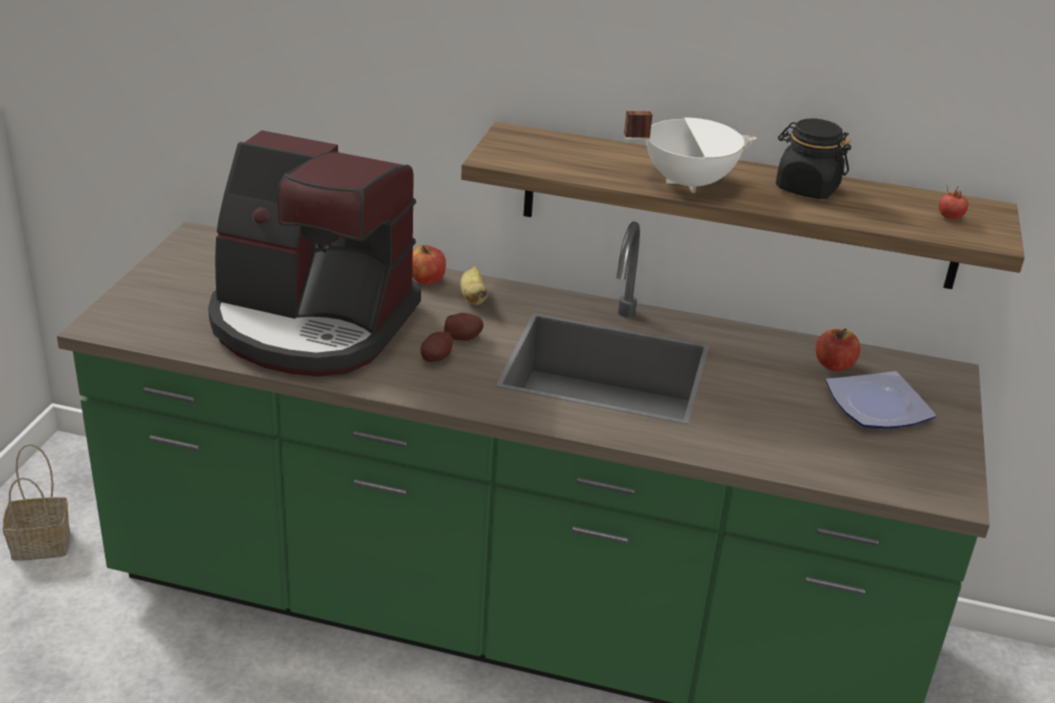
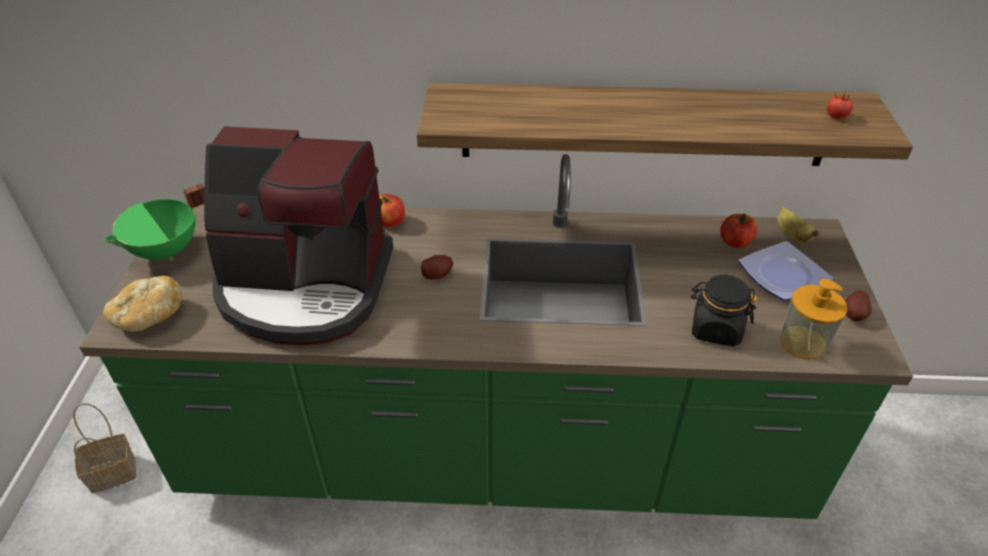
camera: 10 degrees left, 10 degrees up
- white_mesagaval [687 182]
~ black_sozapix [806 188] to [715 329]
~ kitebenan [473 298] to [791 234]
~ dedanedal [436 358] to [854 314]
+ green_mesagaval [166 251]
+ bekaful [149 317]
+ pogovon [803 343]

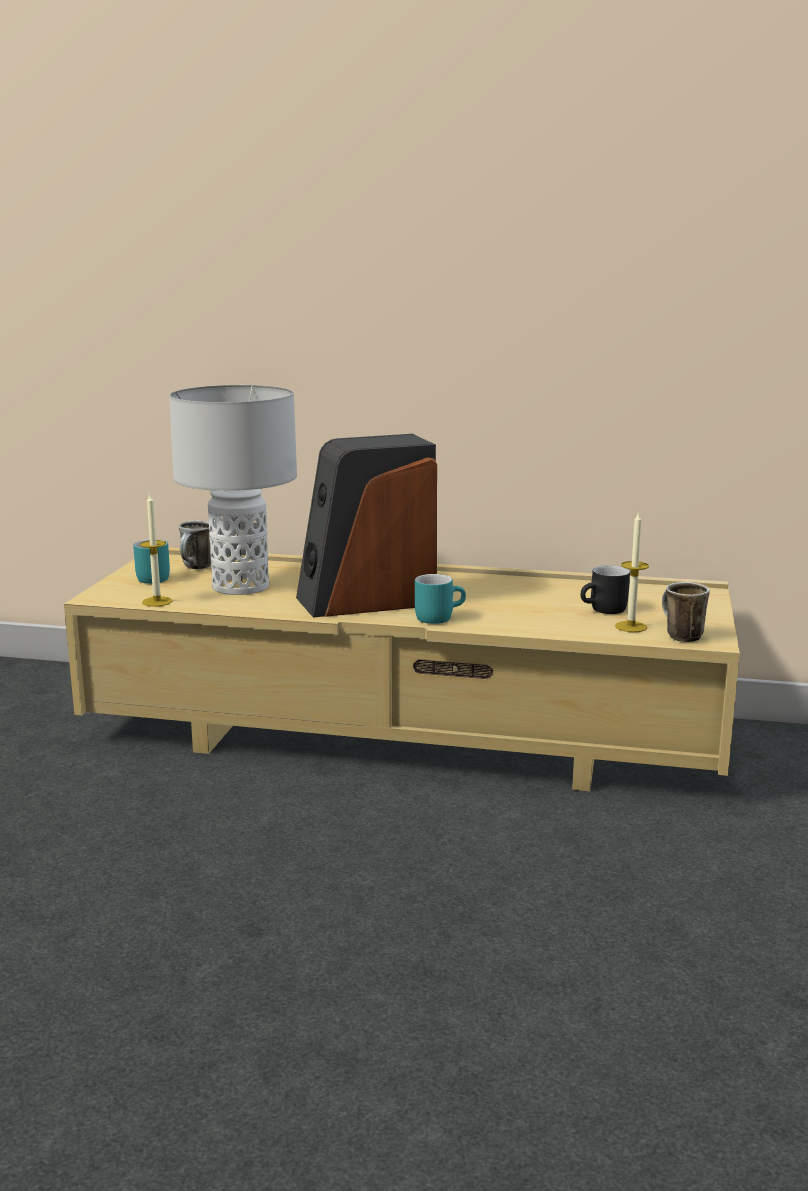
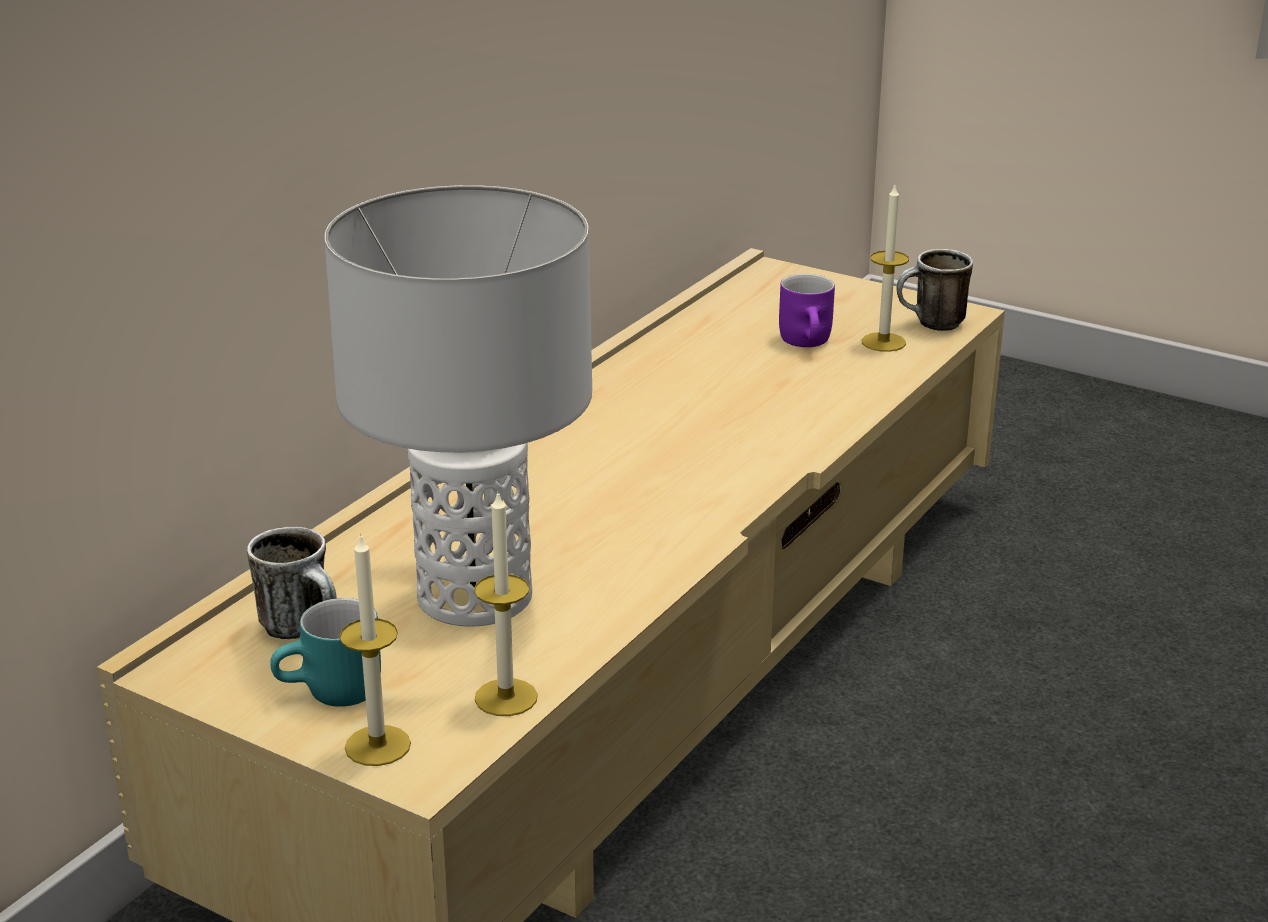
camera: 70 degrees left, 10 degrees up
- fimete [366 600]
~ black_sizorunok [605 611] to purple_sizorunok [810 342]
- turquoise_sizorunok [438 617]
+ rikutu [377 745]

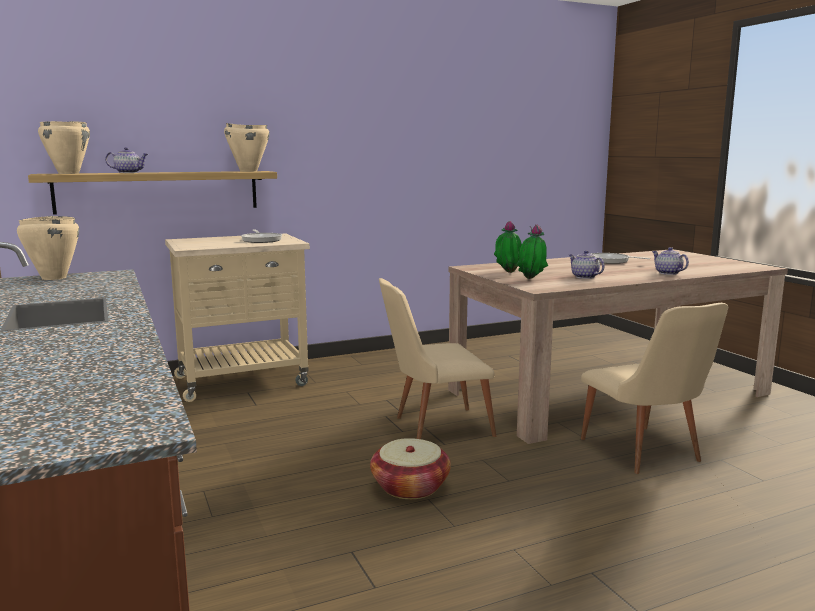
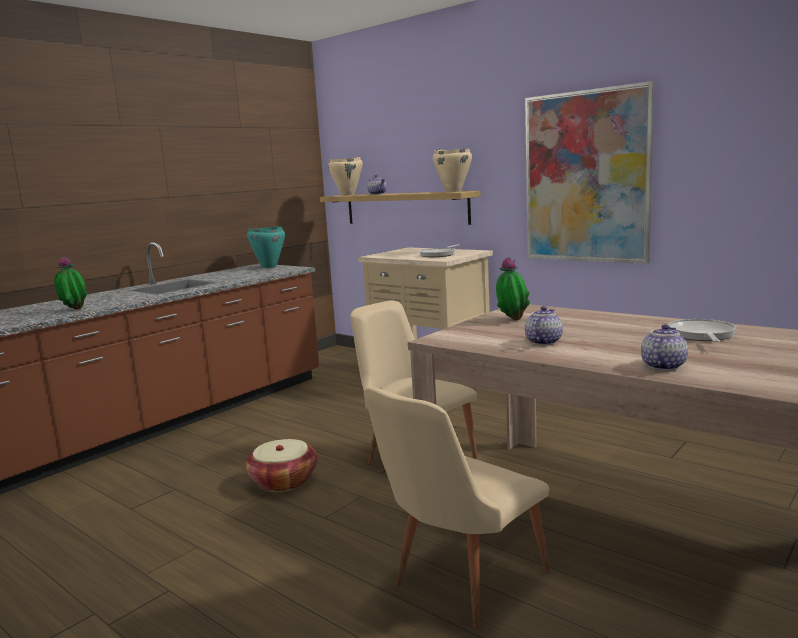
camera: 65 degrees right, 0 degrees up
~ beige_mesagaval [53 278] to turquoise_mesagaval [268 267]
~ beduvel [531 279] to [74 310]
+ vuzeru [586 177]

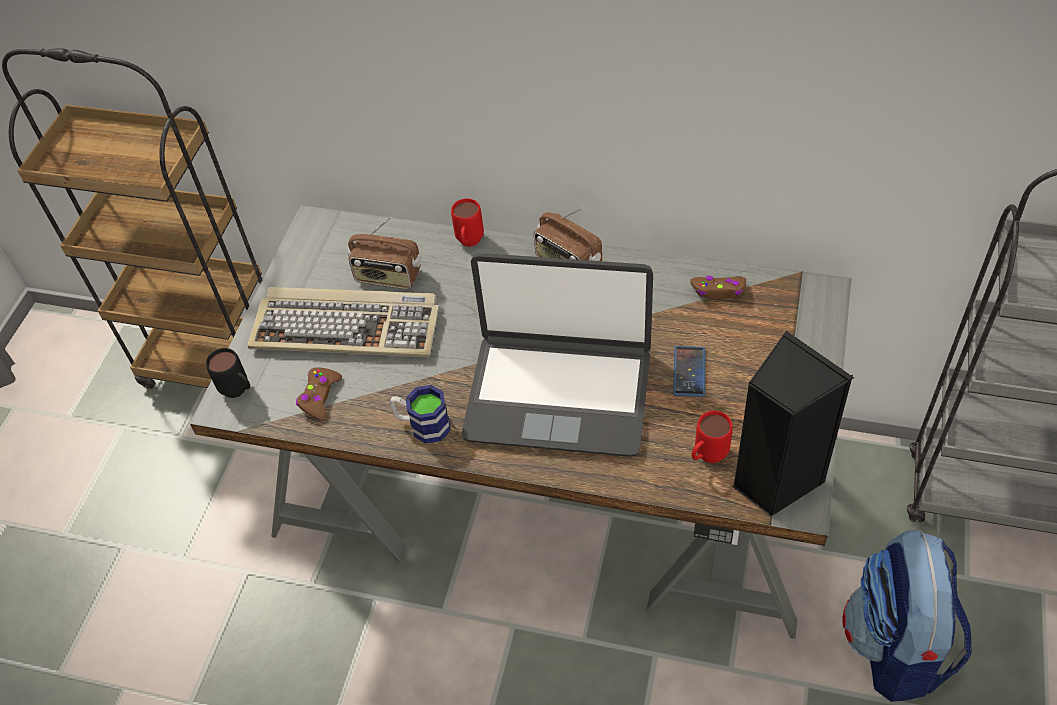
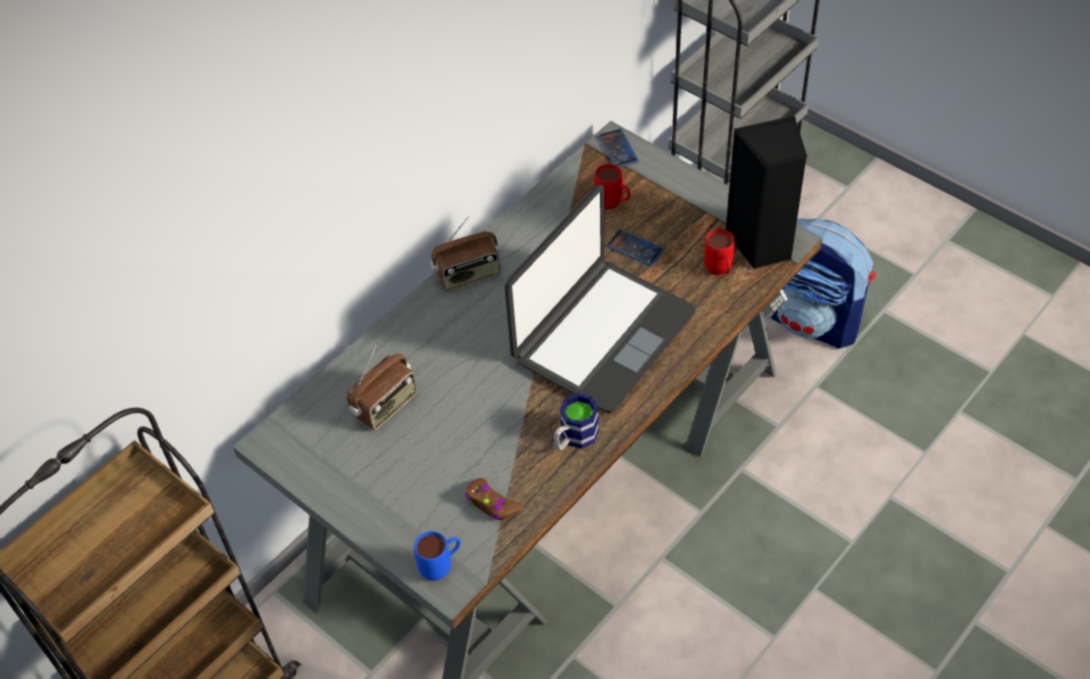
camera: 65 degrees left, 0 degrees up
~ red_sizorunok [469 244] to [613 204]
- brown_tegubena [718 290]
- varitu [348 326]
~ black_sizorunok [239 392] to blue_sizorunok [442 567]
+ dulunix [618 149]

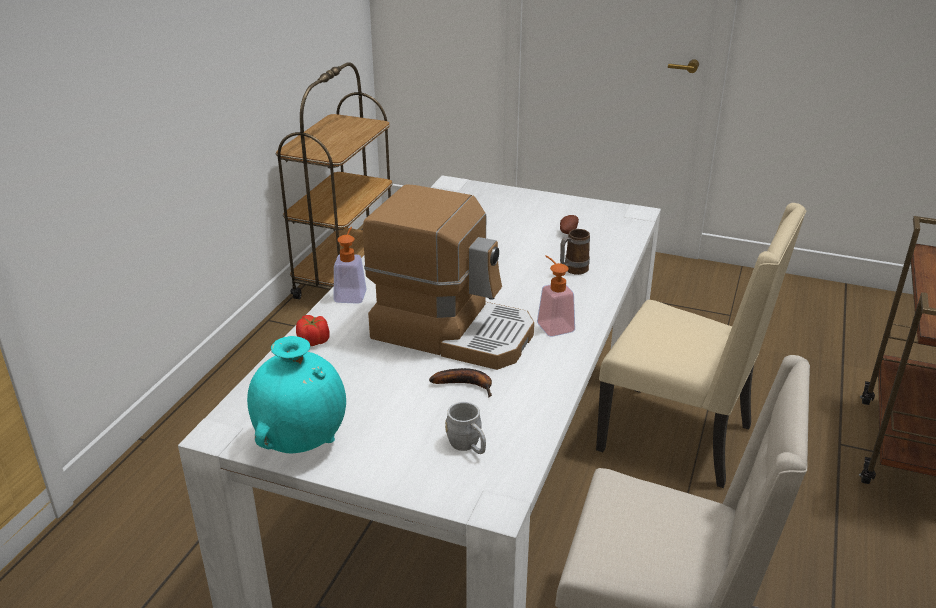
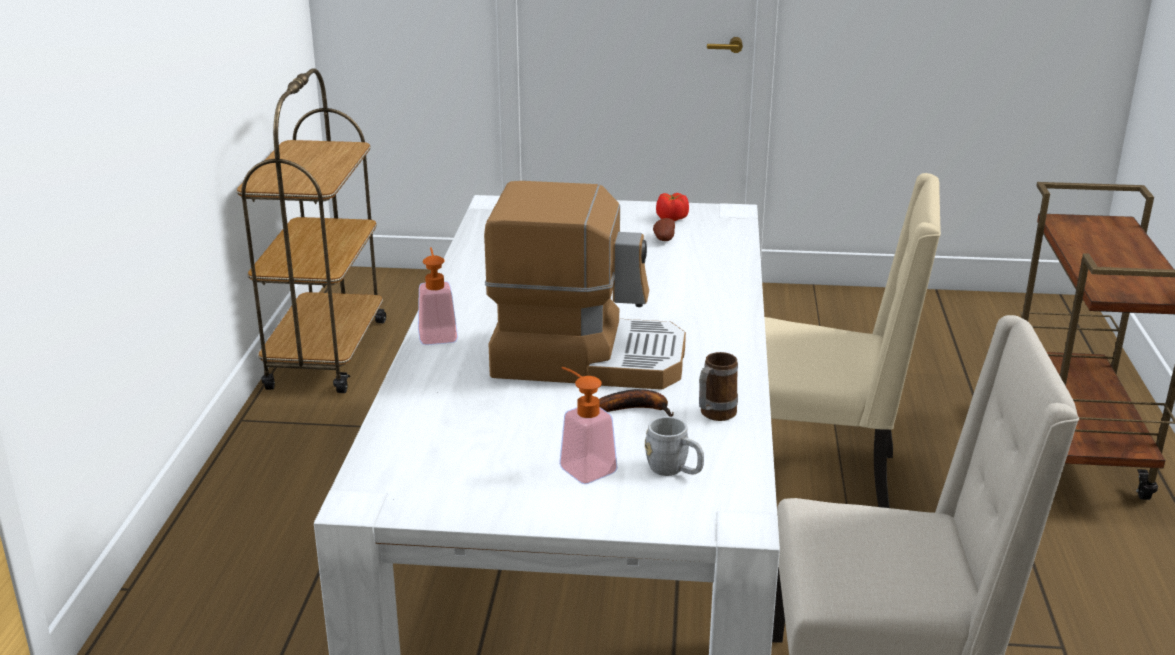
camera: 15 degrees left, 5 degrees down
~ sizorunok [572 270] to [714 415]
~ pogovon [552 324] to [582 466]
~ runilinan [314 341] to [672 218]
- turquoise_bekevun [302 442]

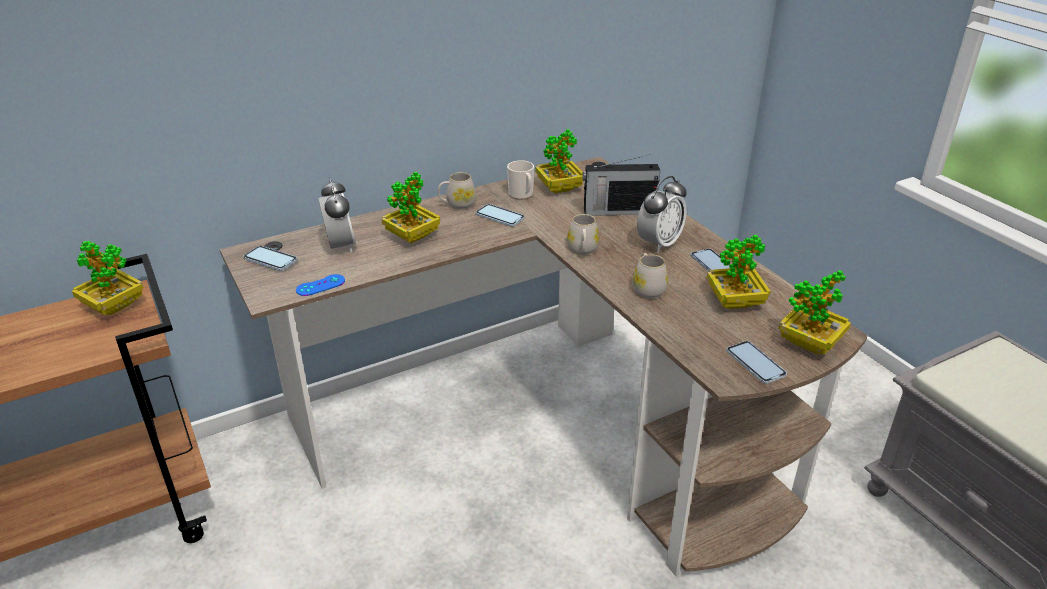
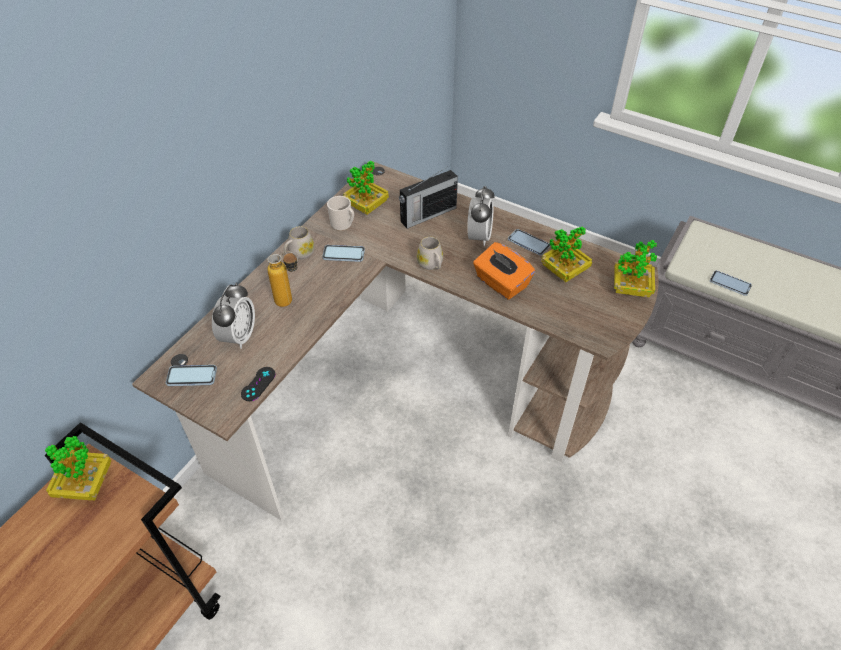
camera: 30 degrees left, 15 degrees up
~ beduvel [412 236] to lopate [290 302]
~ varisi [340 246] = [239 336] 60 degrees clockwise
~ white_sizorunok [647 288] to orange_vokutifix [501 283]
~ blue_tegubena [320 285] to black_tegubena [258 384]
~ dulunix [755 363] to [730 284]

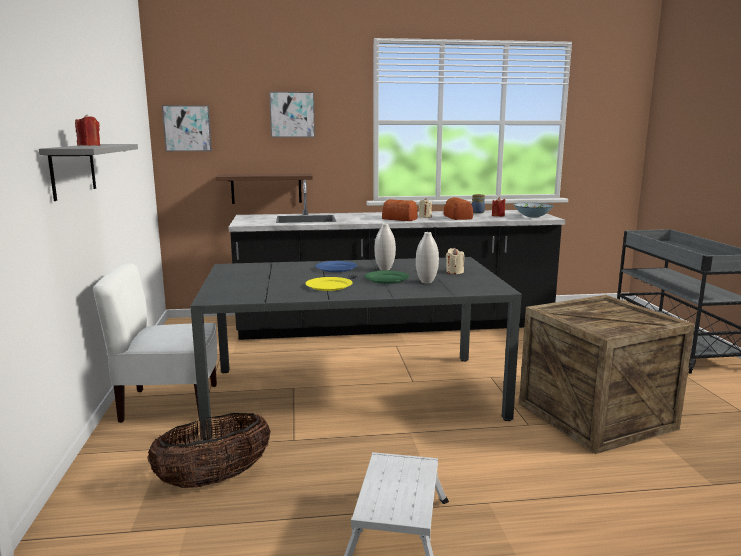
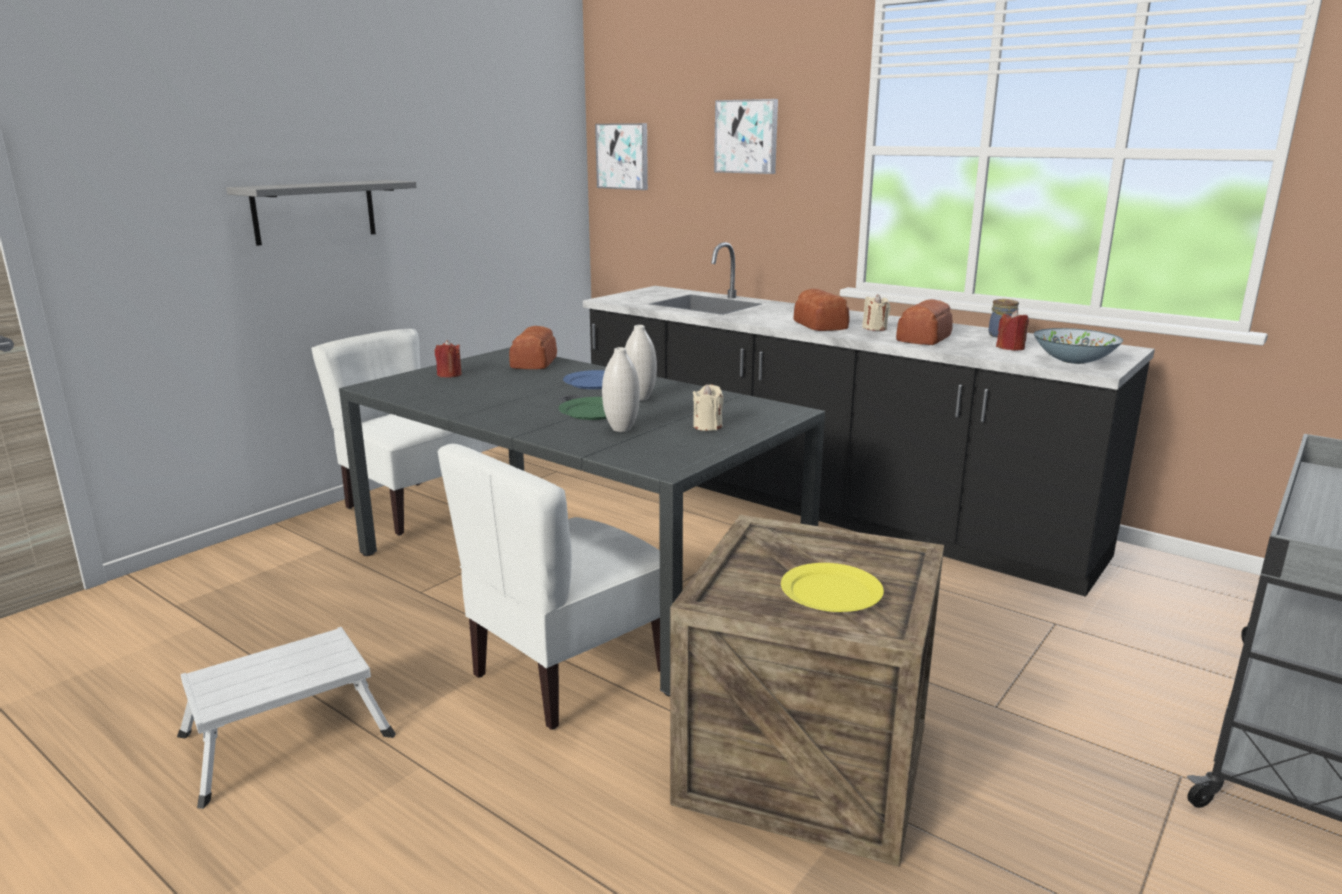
camera: 45 degrees right, 5 degrees up
~ red_rikutu [89 145] to [449 374]
- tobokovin [266 188]
~ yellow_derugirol [329 286] to [832 592]
- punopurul [214 479]
+ bekaful [535 362]
+ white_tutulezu [568 673]

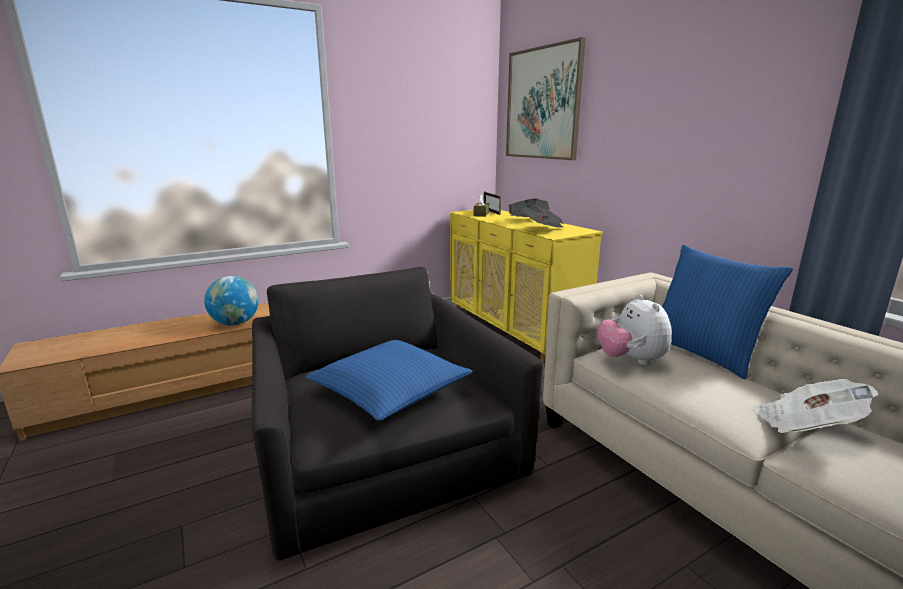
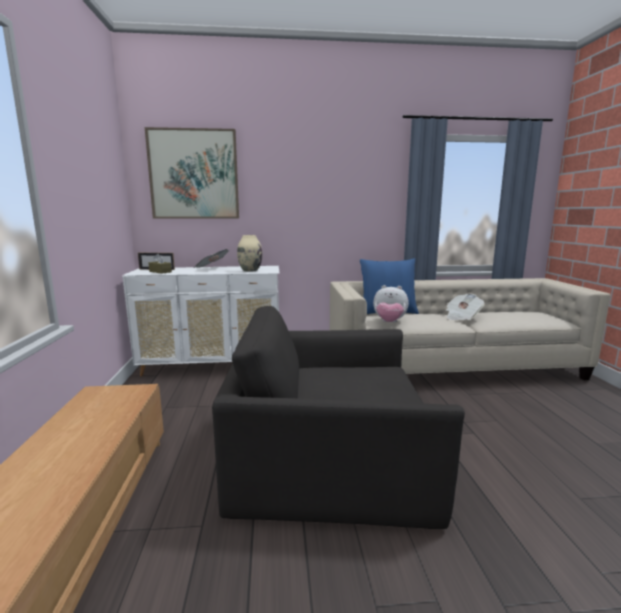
camera: 65 degrees left, 5 degrees down
~ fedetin [542 229] to beige_bekevun [250 270]
~ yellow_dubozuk [512 332] to white_dubozuk [212 365]
- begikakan [235 323]
- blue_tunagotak [389 391]

